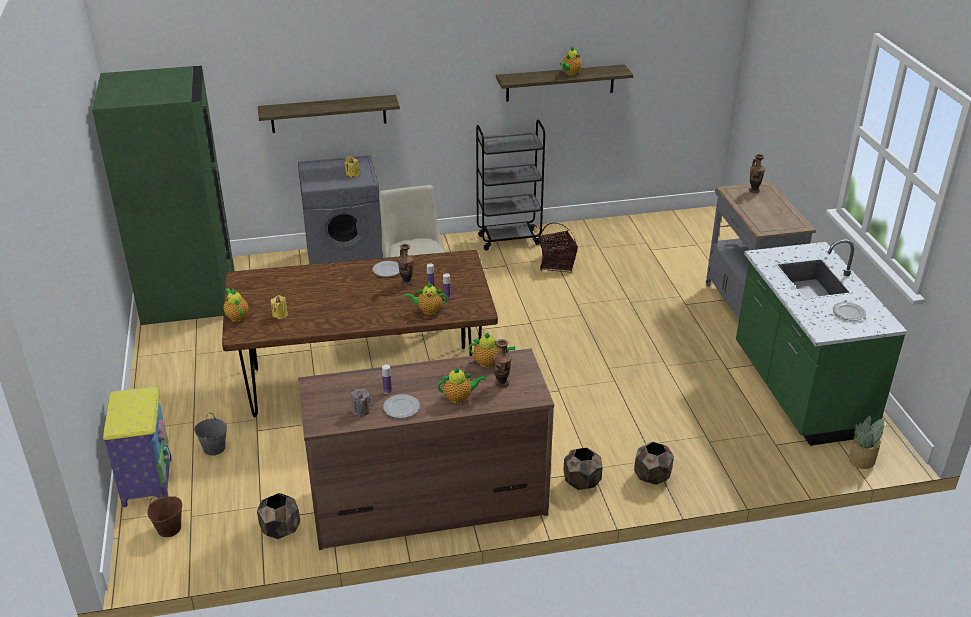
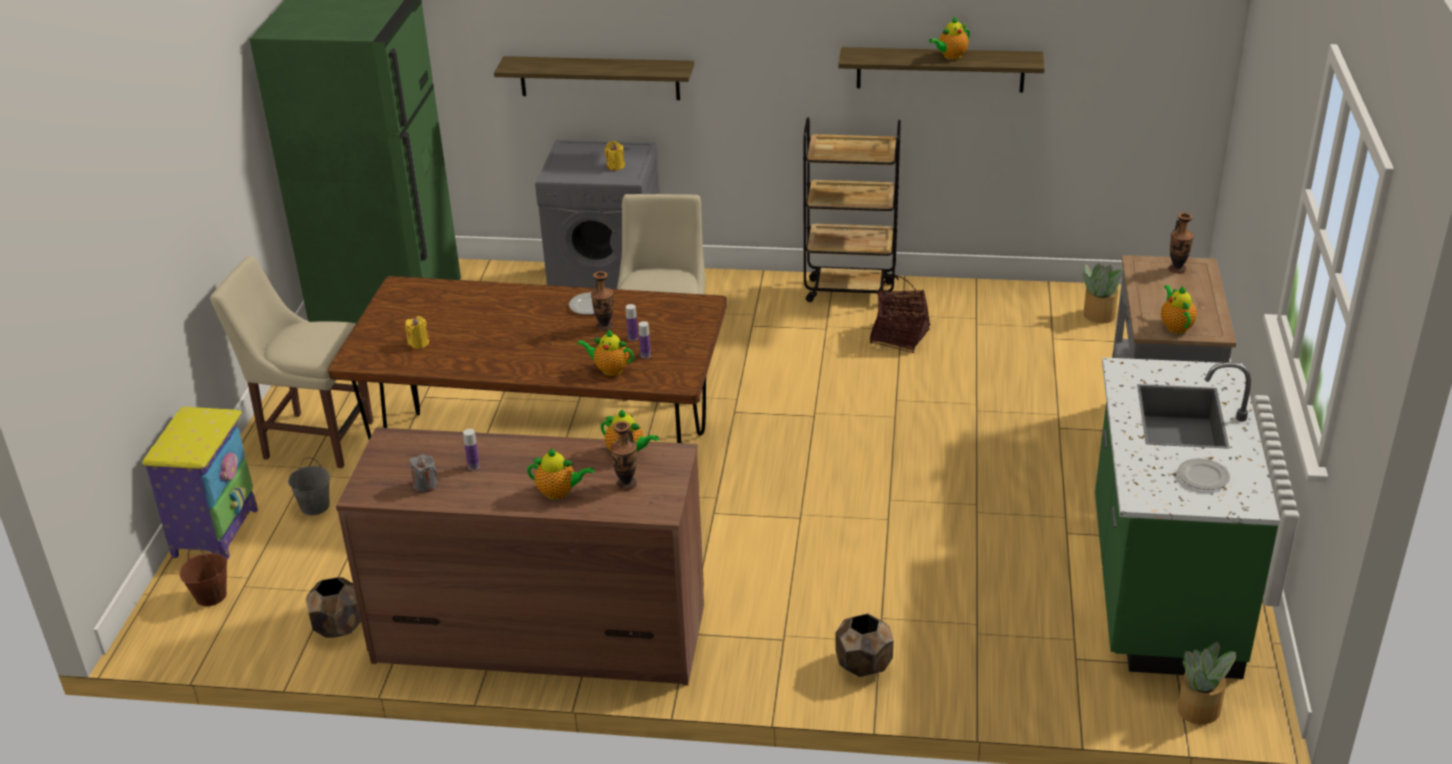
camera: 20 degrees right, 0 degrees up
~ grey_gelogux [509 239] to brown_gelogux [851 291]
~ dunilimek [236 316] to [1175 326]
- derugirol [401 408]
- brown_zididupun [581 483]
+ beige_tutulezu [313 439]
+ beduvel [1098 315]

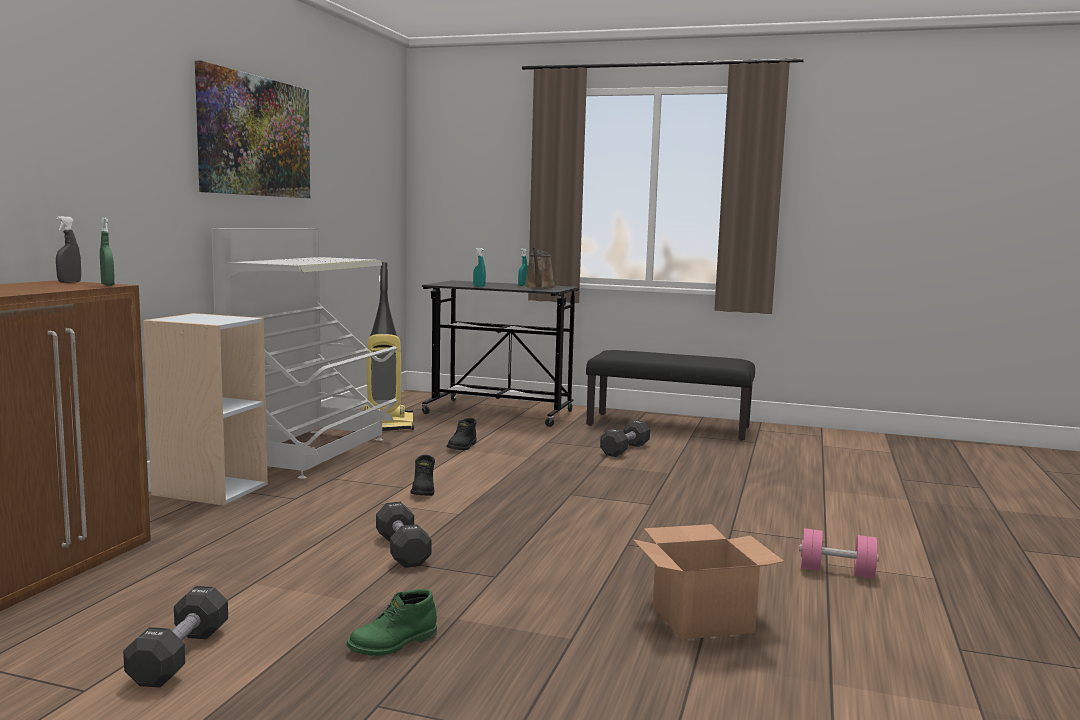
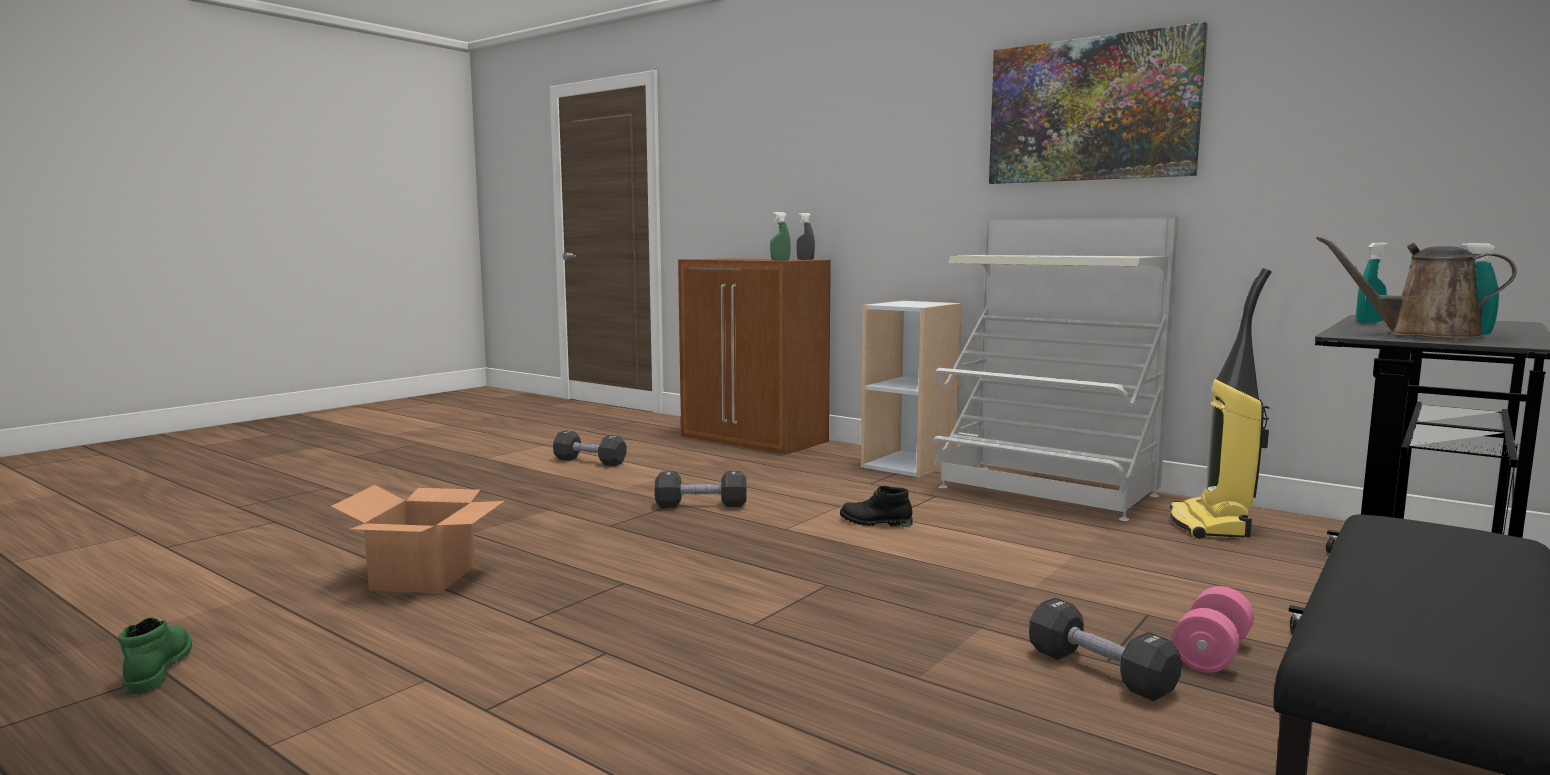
camera: 110 degrees right, 0 degrees up
- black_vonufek [462 447]
~ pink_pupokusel [836 571] to [1211 653]
~ green_vonufek [393 644] to [156 669]

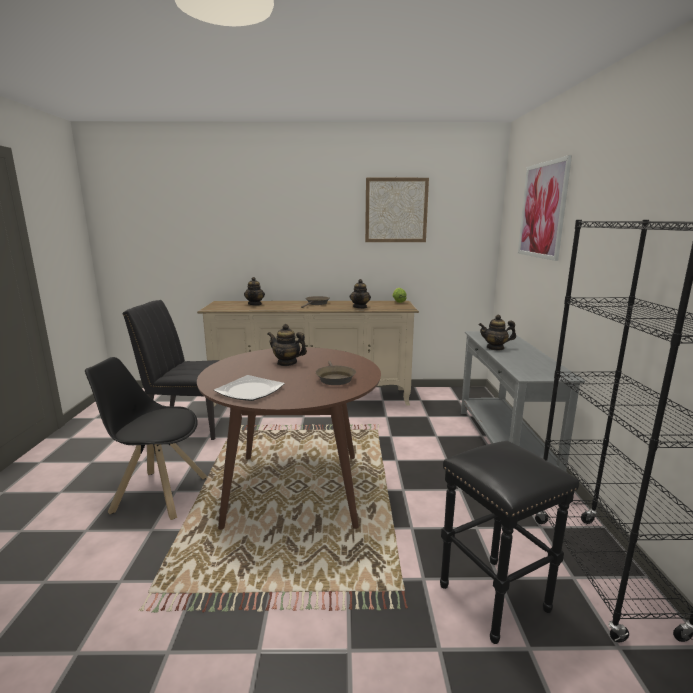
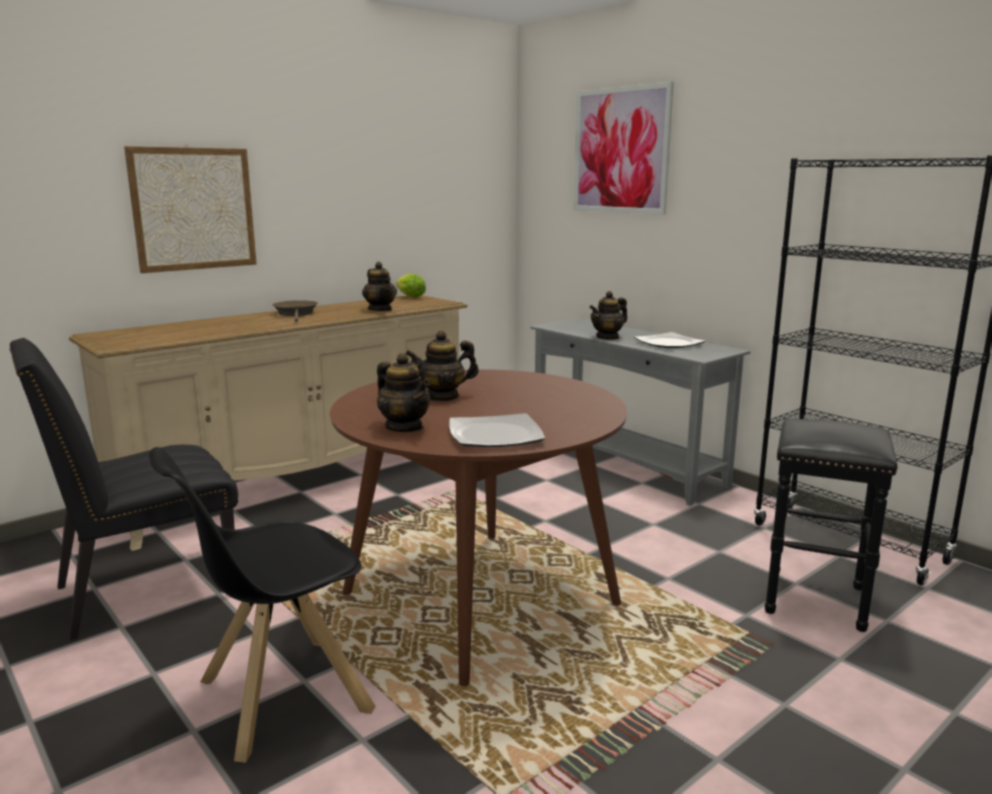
camera: 40 degrees left, 0 degrees up
~ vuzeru [396 209] to [193 207]
~ dunilimek [255 304] to [404 427]
- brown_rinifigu [334 378]
+ derugirol [668 343]

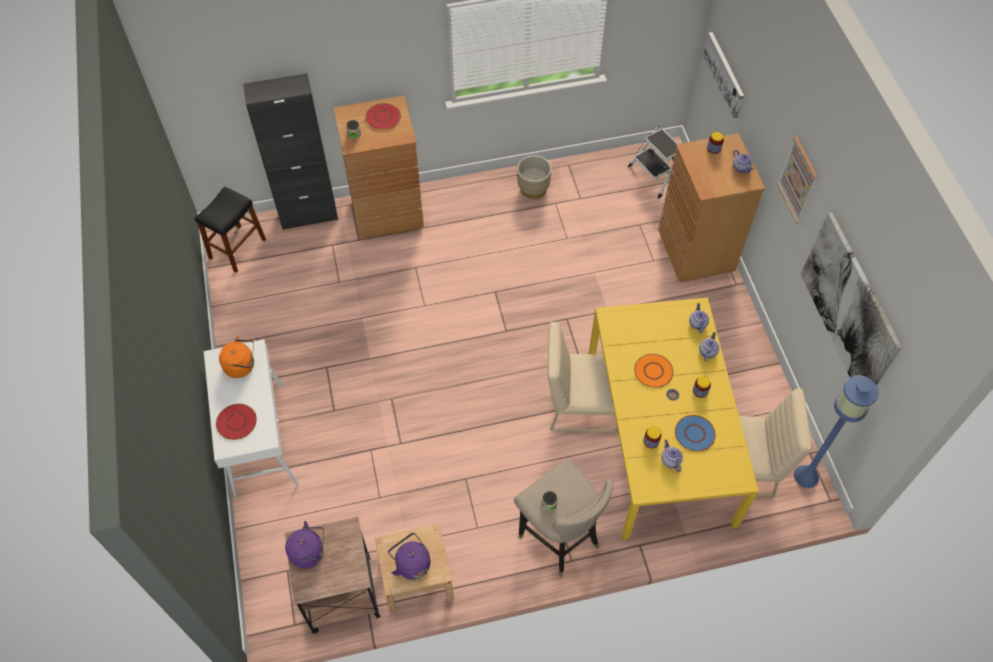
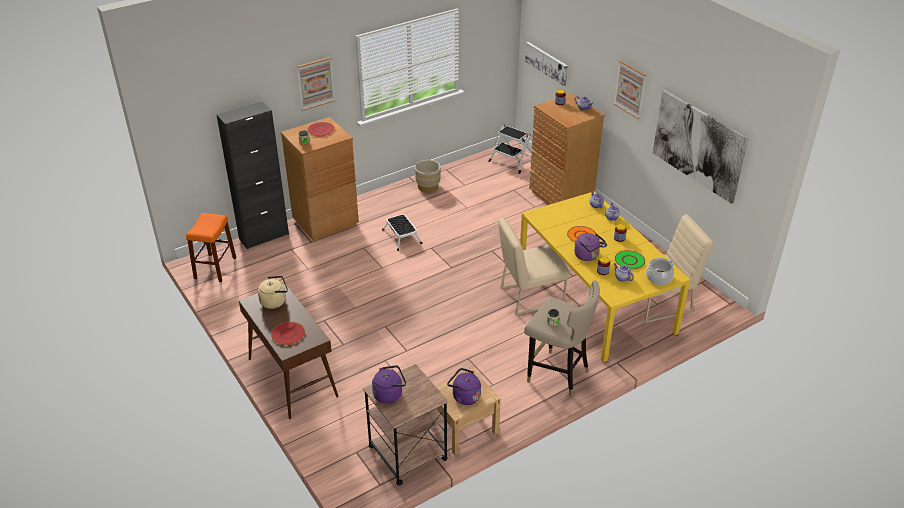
camera: 20 degrees left, 20 degrees down
~ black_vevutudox [237 248] to orange_vevutudox [215 268]
~ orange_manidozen [242 366] to beige_manidozen [275 301]
~ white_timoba [260 440] to brown_timoba [292 377]
- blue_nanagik [806 476]
~ blue_derugirol [694 434] to green_derugirol [629 260]
+ vuzeru [315 83]
+ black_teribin [401 236]
+ purple_manidozen [587 256]
+ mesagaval [659 278]

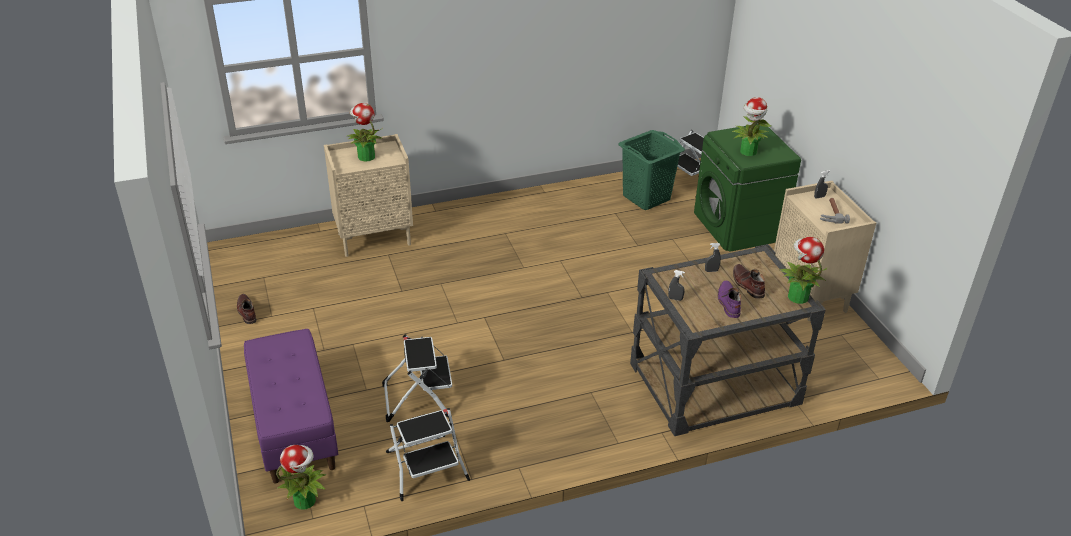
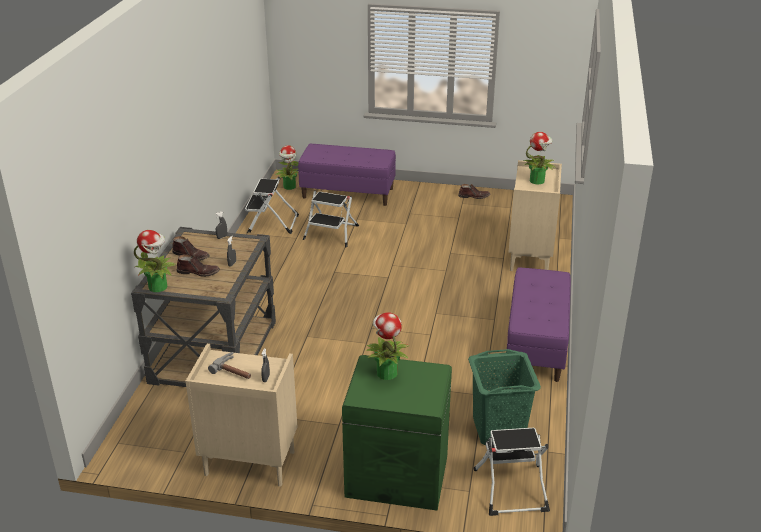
camera: 120 degrees right, 5 degrees down
~ purple_vonufek [728 302] to brown_vonufek [191 255]
+ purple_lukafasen [536 345]

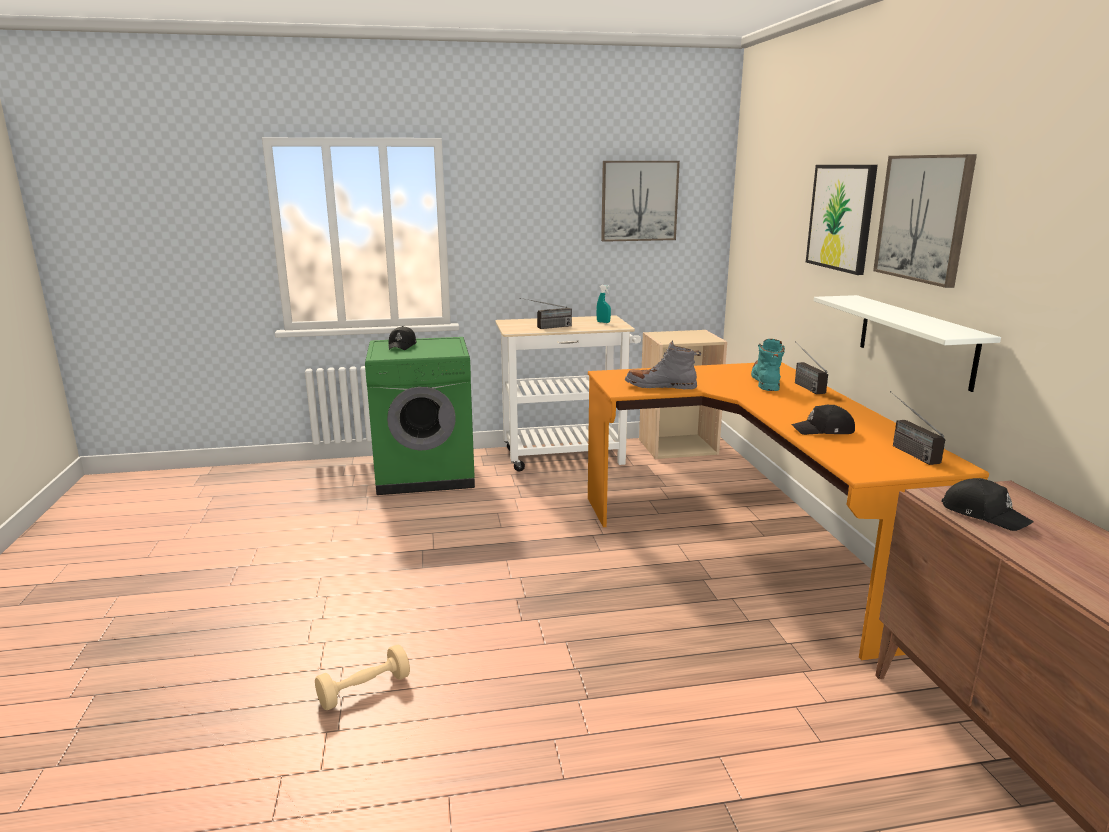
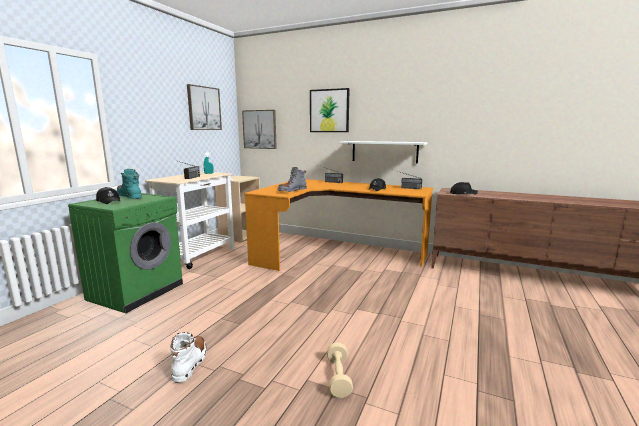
camera: 55 degrees left, 5 degrees down
~ vuzeru [923 218] to [260 129]
~ turquoise_vonufek [766 382] to [129 196]
+ white_vonufek [190 363]

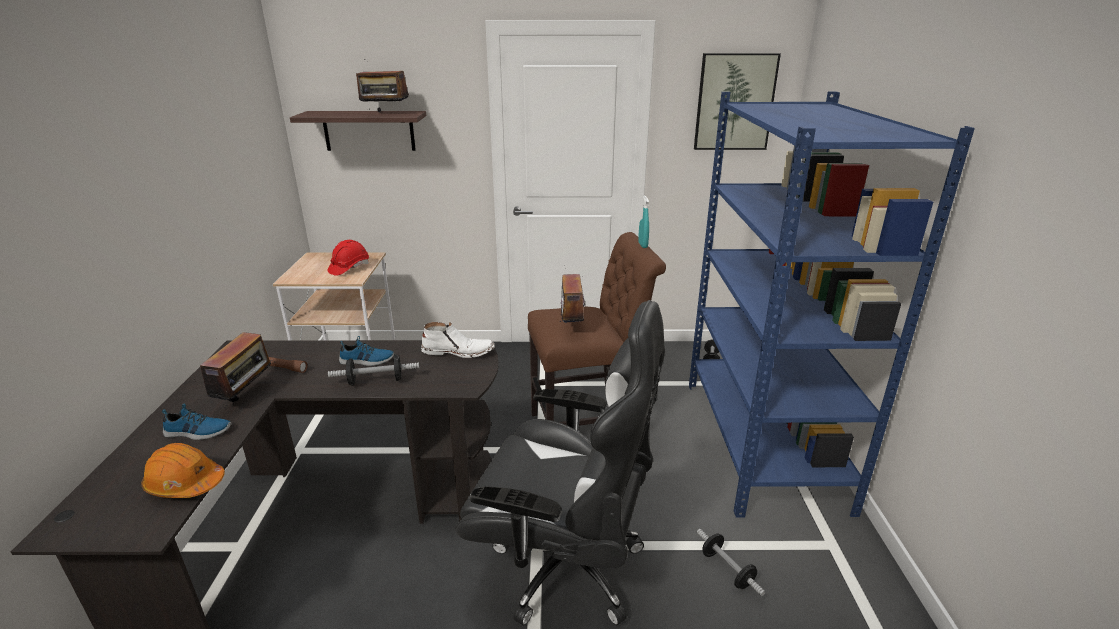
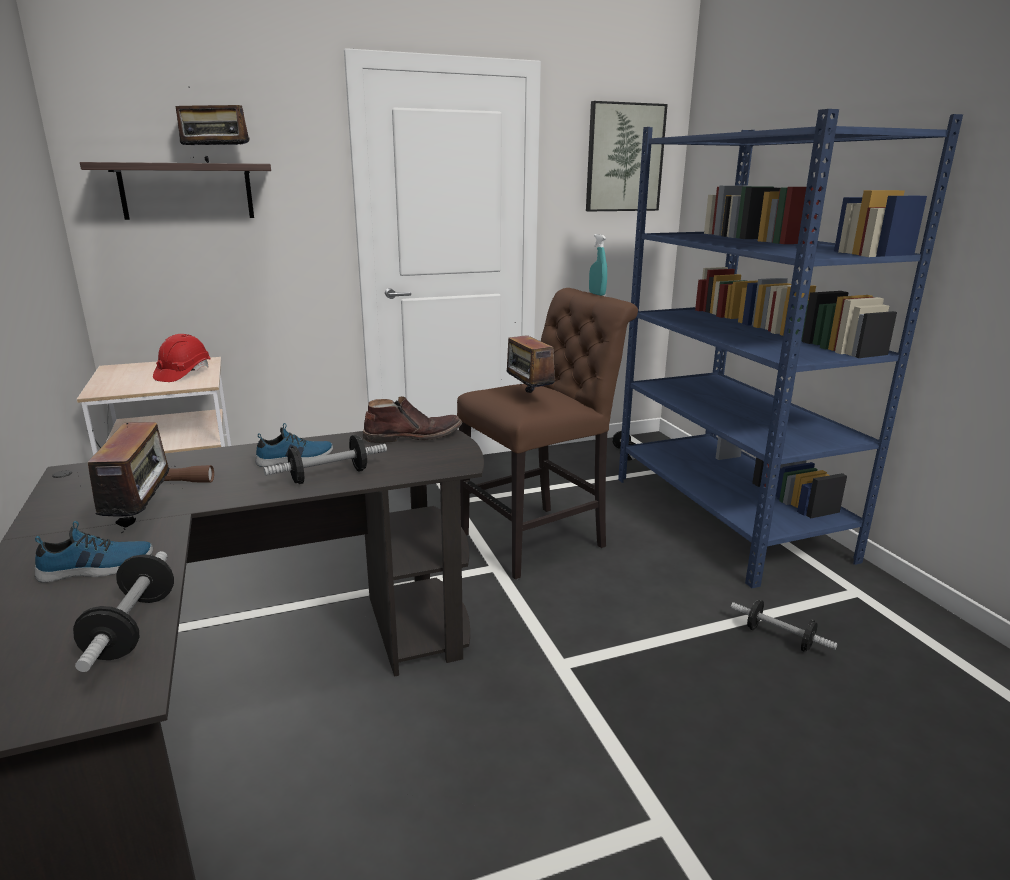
camera: 20 degrees left, 5 degrees down
- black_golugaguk [558 565]
~ white_vonufek [458 351] to brown_vonufek [413 436]
~ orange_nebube [185 483] to pupokusel [132 628]

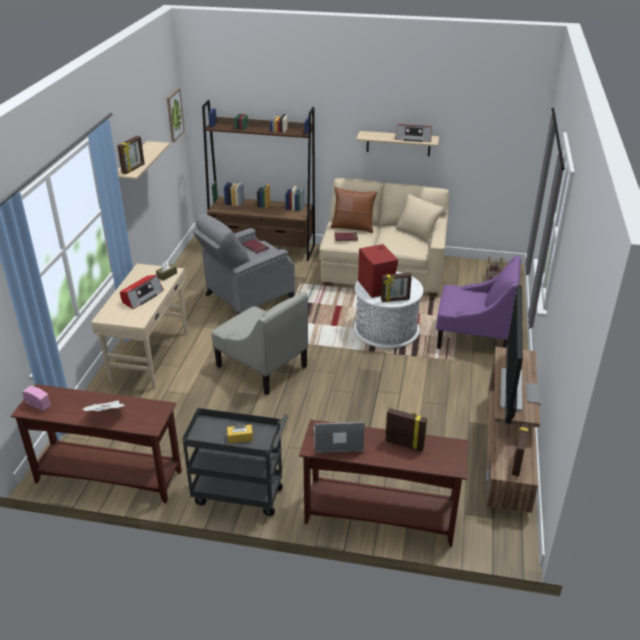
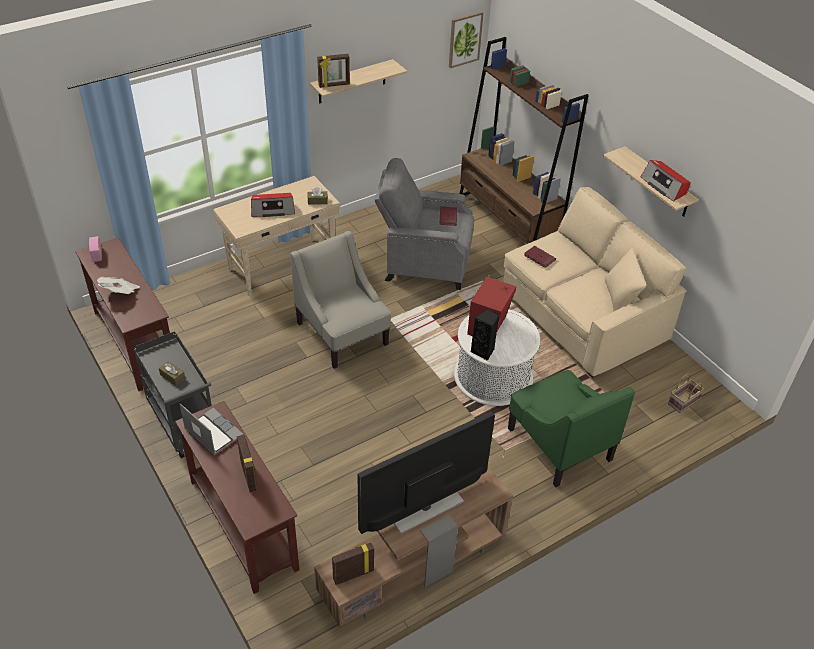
camera: 45 degrees right, 10 degrees up
- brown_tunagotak [353 227]
~ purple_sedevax [472 338] to green_sedevax [558 444]
~ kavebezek [395 300] to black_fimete [483 351]
~ grey_sedevax [260 367] = [343 334] 150 degrees clockwise
~ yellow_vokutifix [240 437] to brown_vokutifix [172 376]

